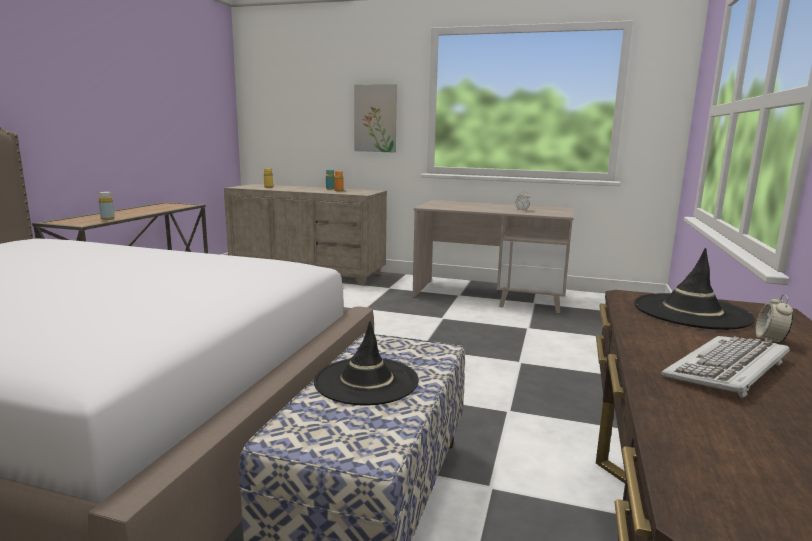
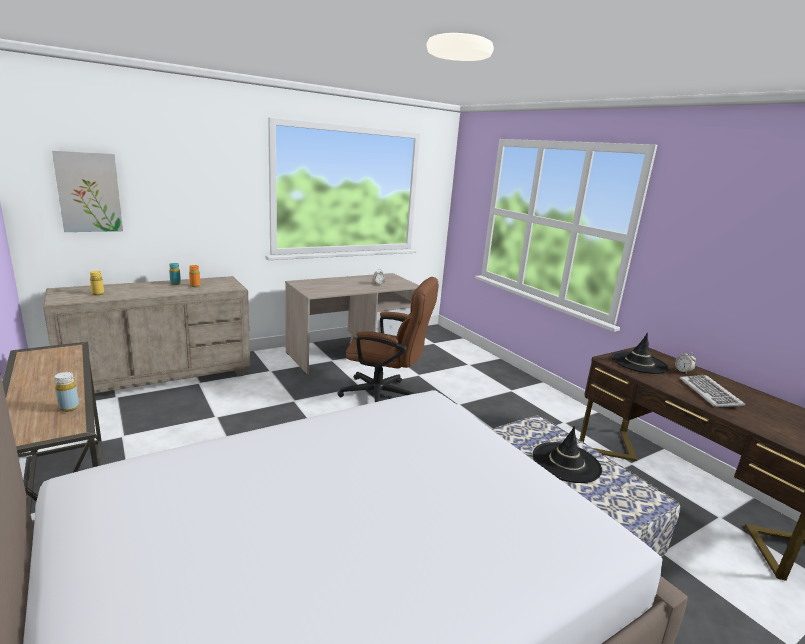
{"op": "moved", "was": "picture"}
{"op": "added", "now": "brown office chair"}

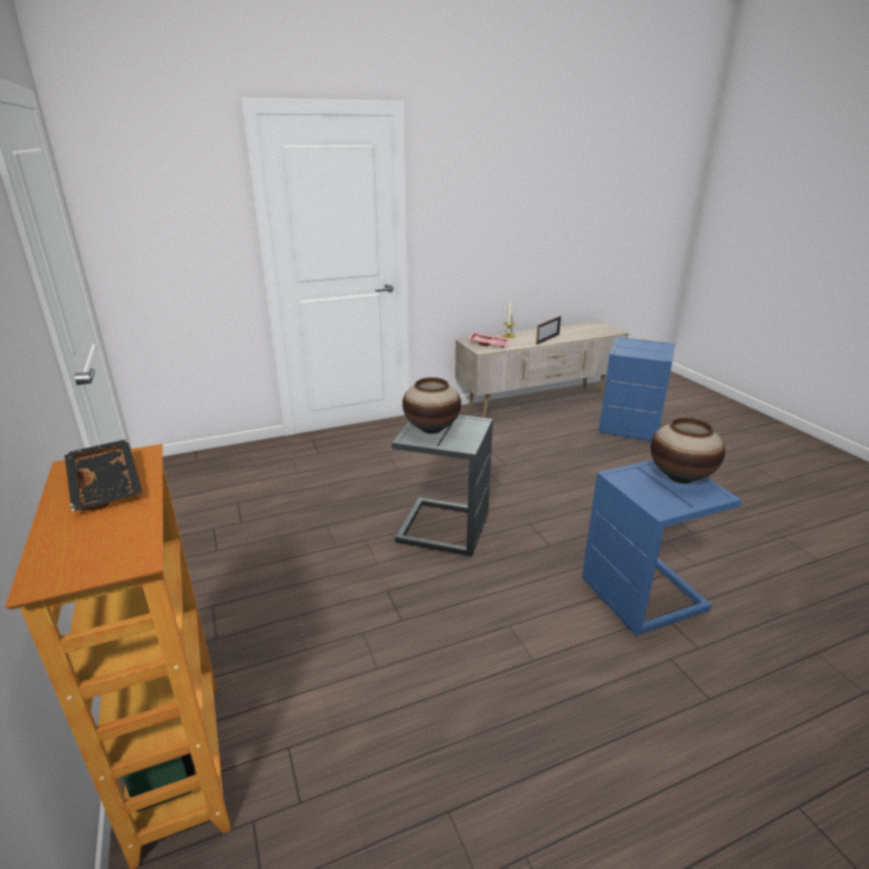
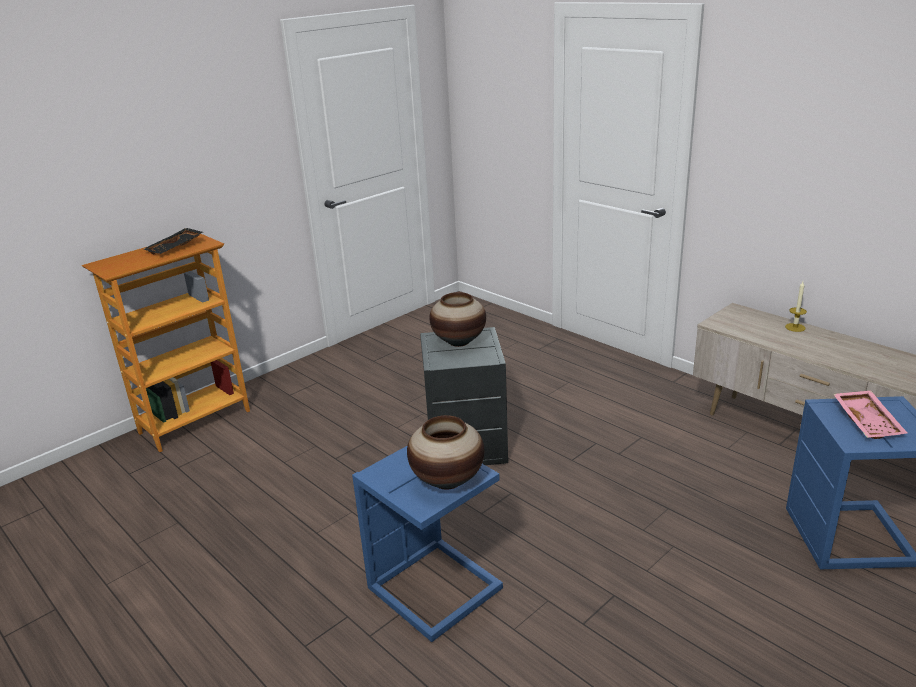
{"op": "moved", "was": "pink tray"}
{"op": "removed", "was": "picture frame"}

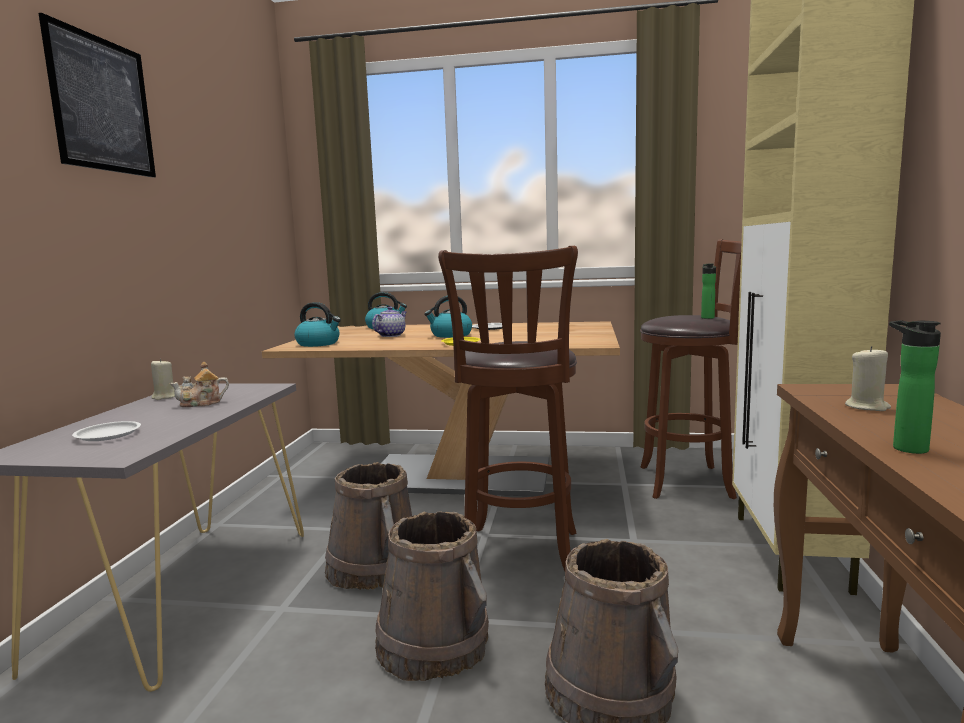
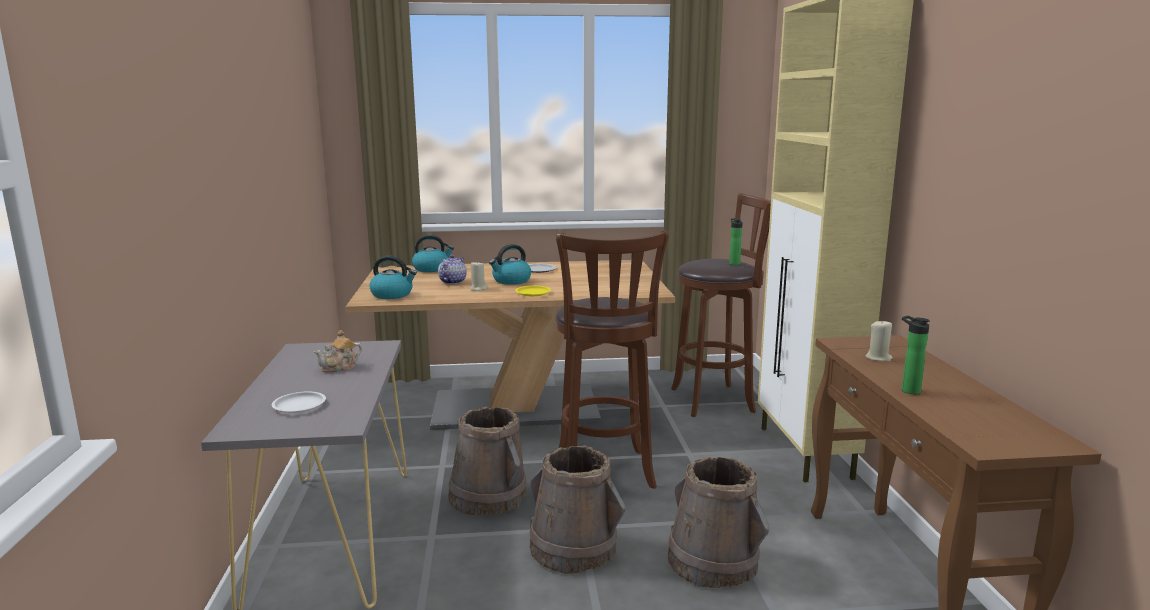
{"op": "moved", "was": "beige candle (1st from left)"}
{"op": "removed", "was": "picture"}

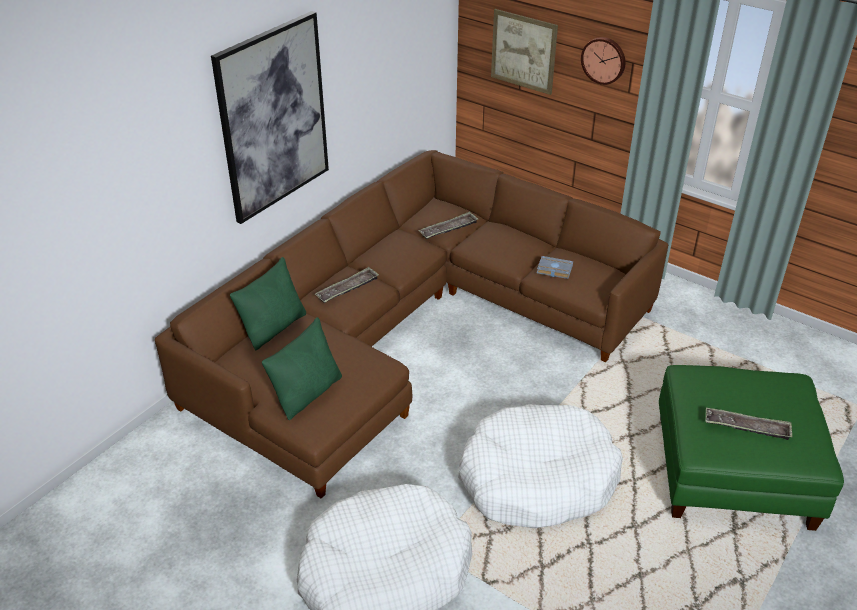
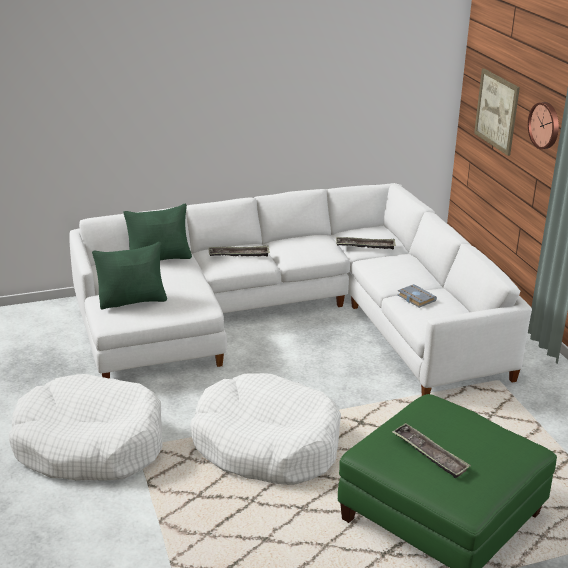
{"op": "recoloured", "was": "brown sofa", "now": "white sofa"}
{"op": "removed", "was": "picture (1st from left)"}

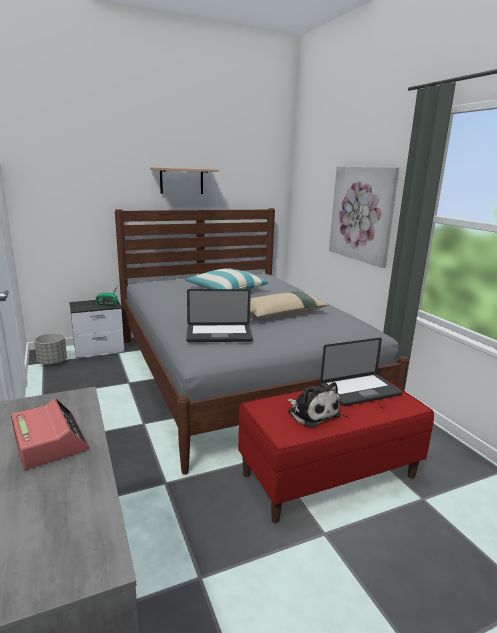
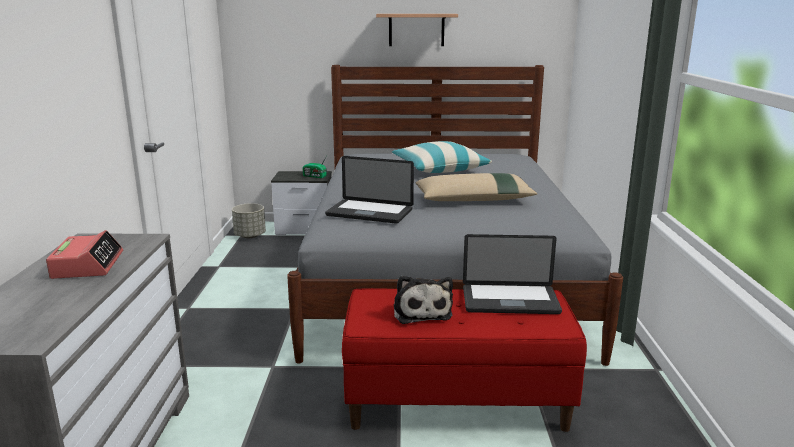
{"op": "removed", "was": "picture"}

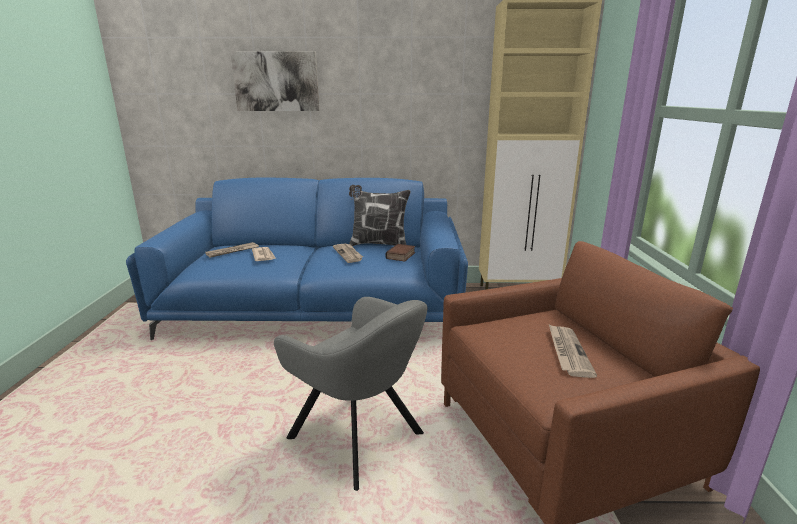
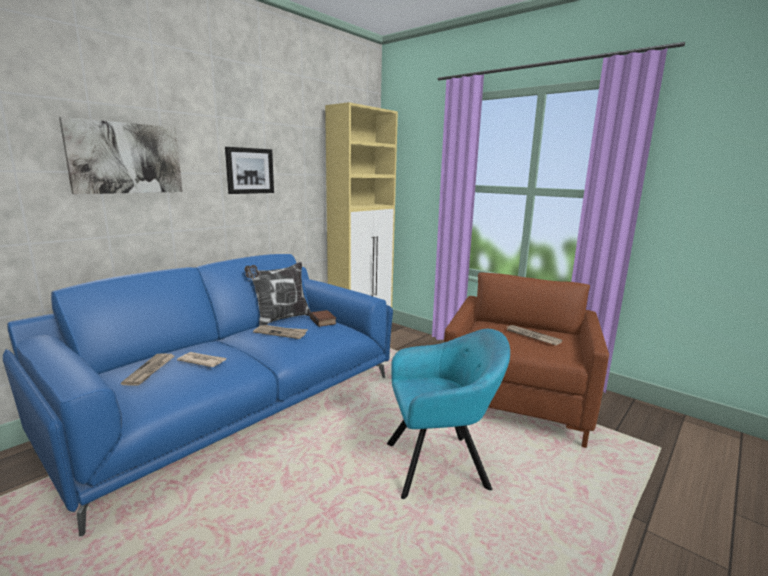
{"op": "added", "now": "picture (2nd from left)"}
{"op": "recoloured", "was": "grey armchair", "now": "turquoise armchair"}

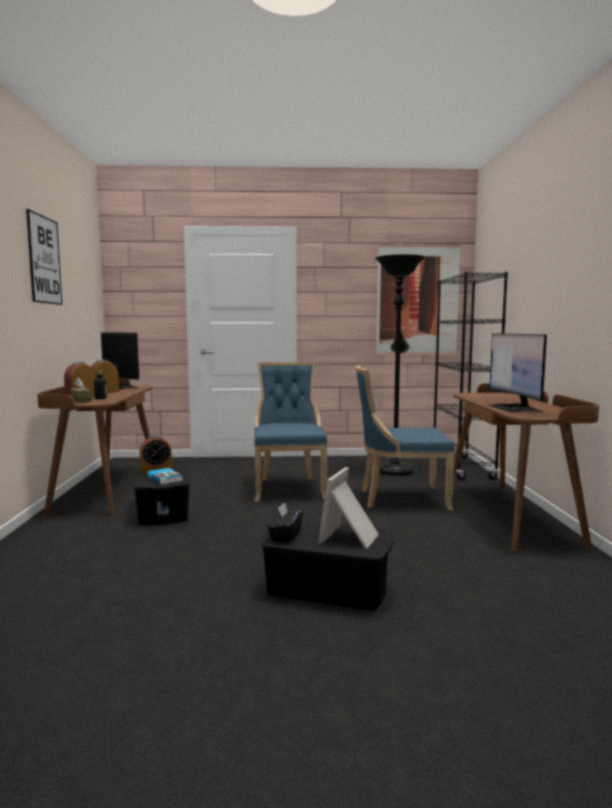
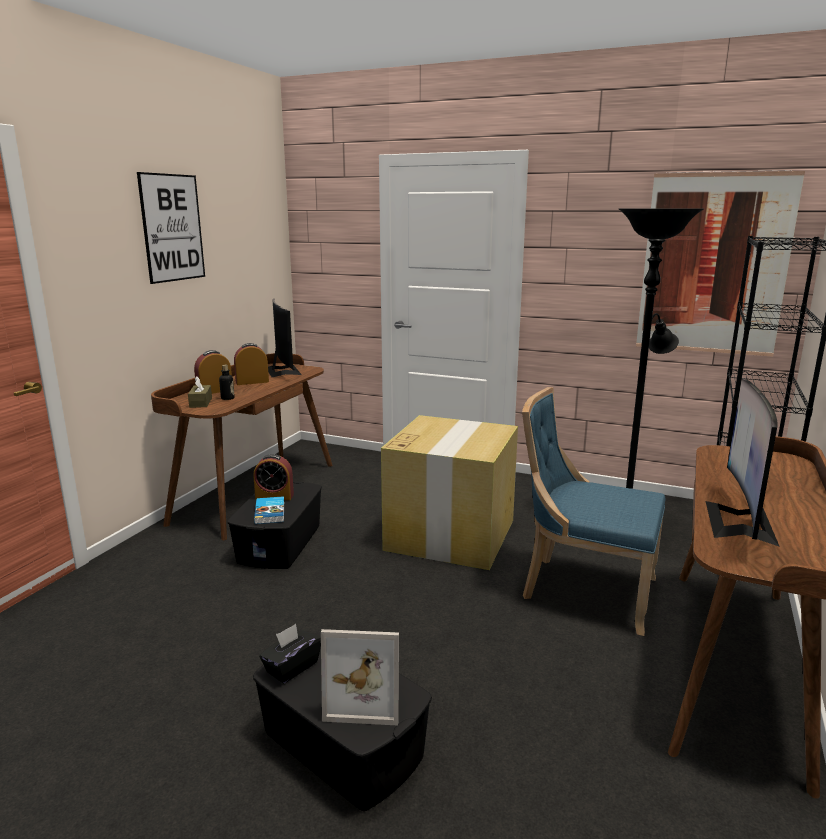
{"op": "turned", "was": "picture frame", "clockwise": -135}
{"op": "replaced", "was": "blue chair (1st from left)", "now": "cardboard box"}

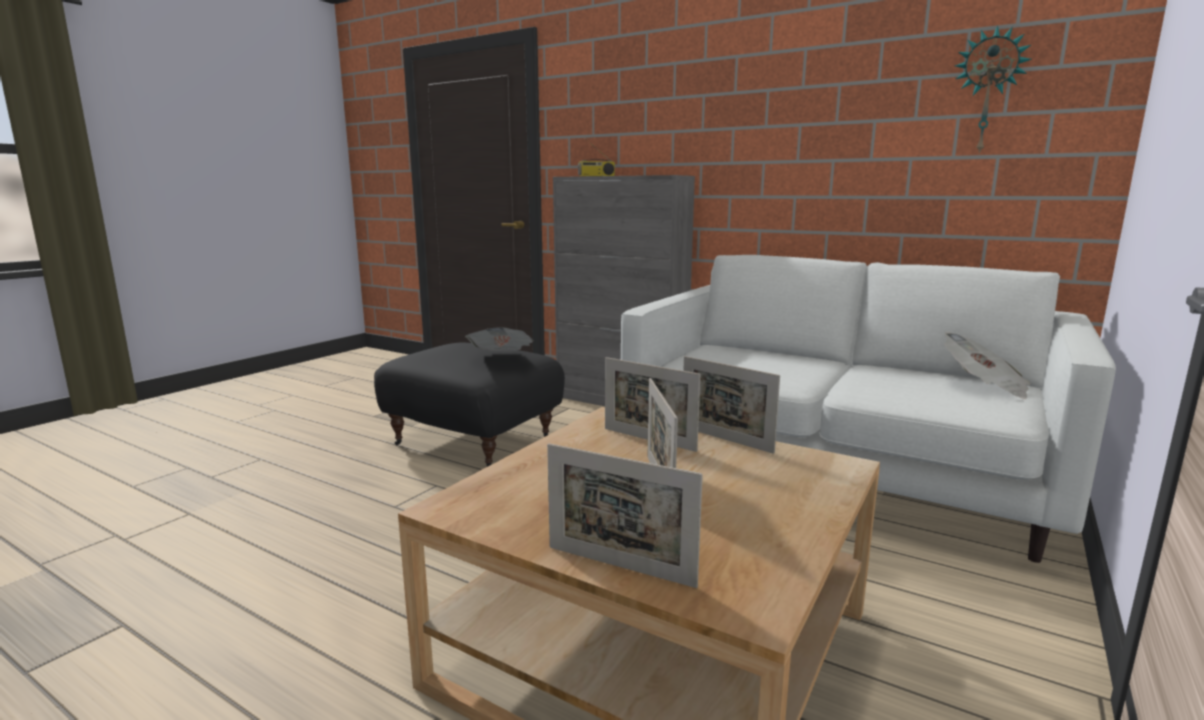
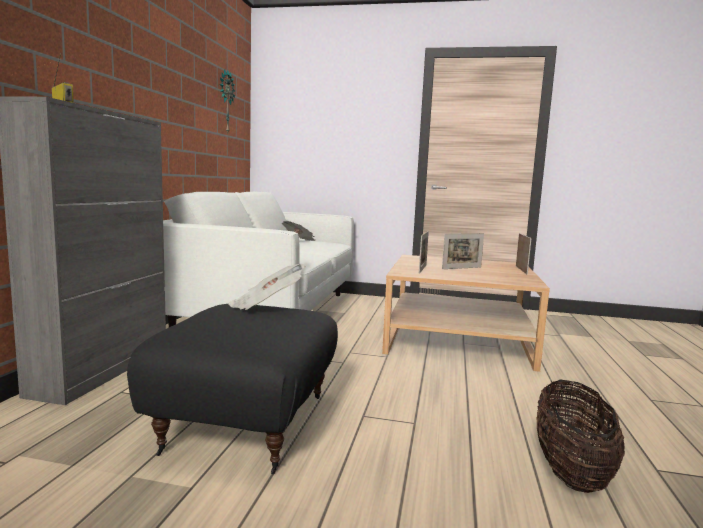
{"op": "added", "now": "basket"}
{"op": "removed", "was": "picture frame (4th from left)"}

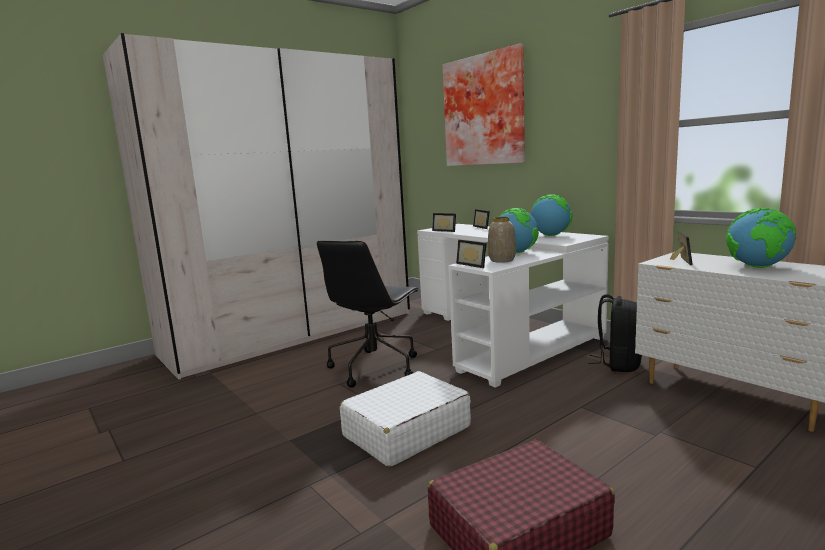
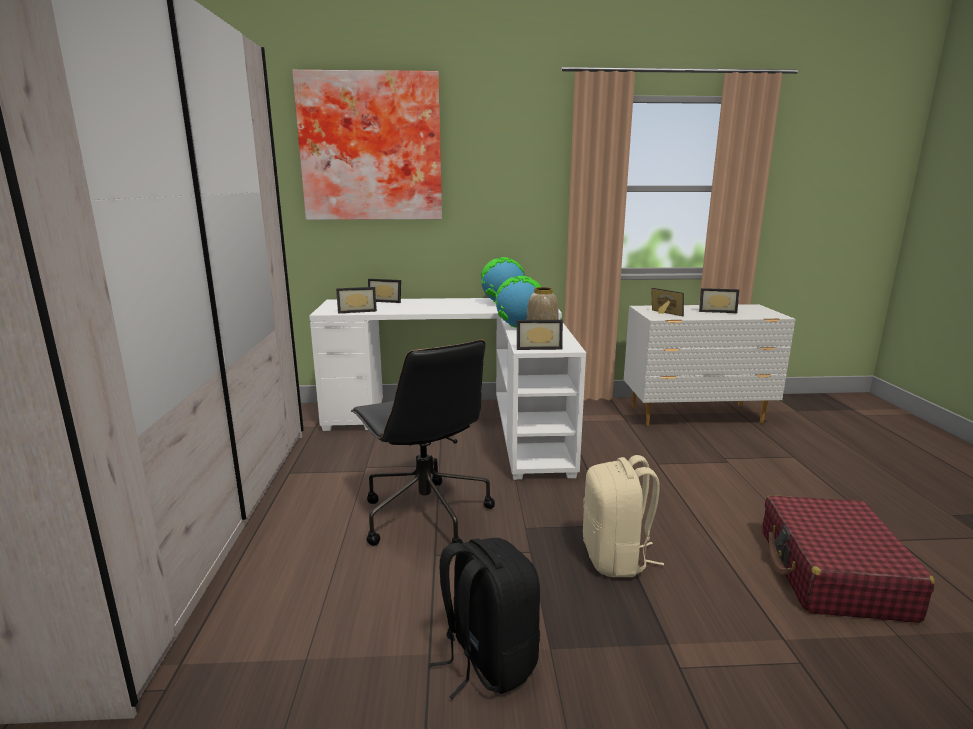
{"op": "moved", "was": "black backpack"}
{"op": "replaced", "was": "white suitcase", "now": "beige backpack"}
{"op": "replaced", "was": "globe (3rd from left)", "now": "picture frame (5th from left)"}

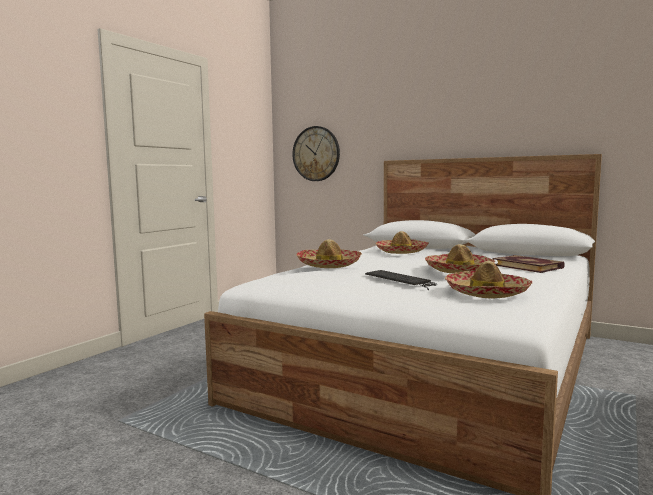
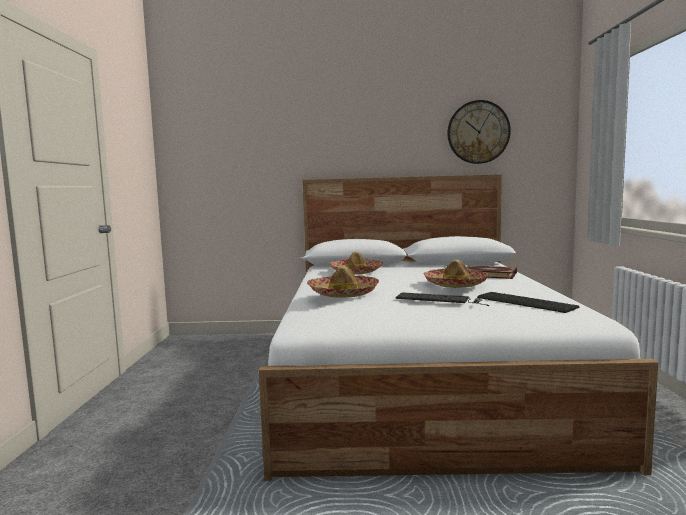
{"op": "moved", "was": "wall clock"}
{"op": "replaced", "was": "hat (4th from left)", "now": "keyboard (2nd from left)"}

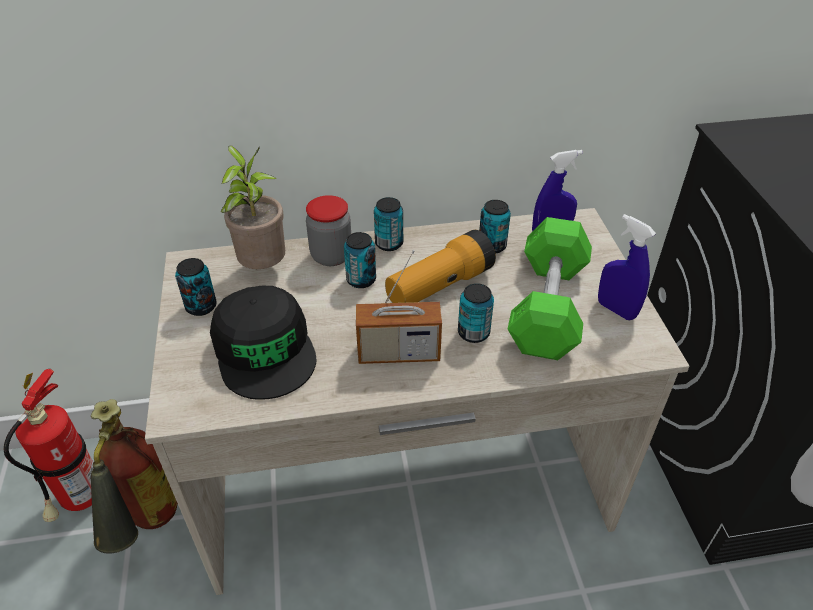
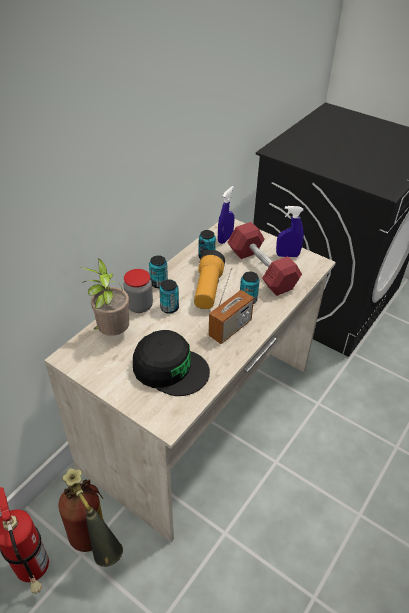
{"op": "recoloured", "was": "green dumbbell", "now": "red dumbbell"}
{"op": "removed", "was": "can (1st from left)"}

